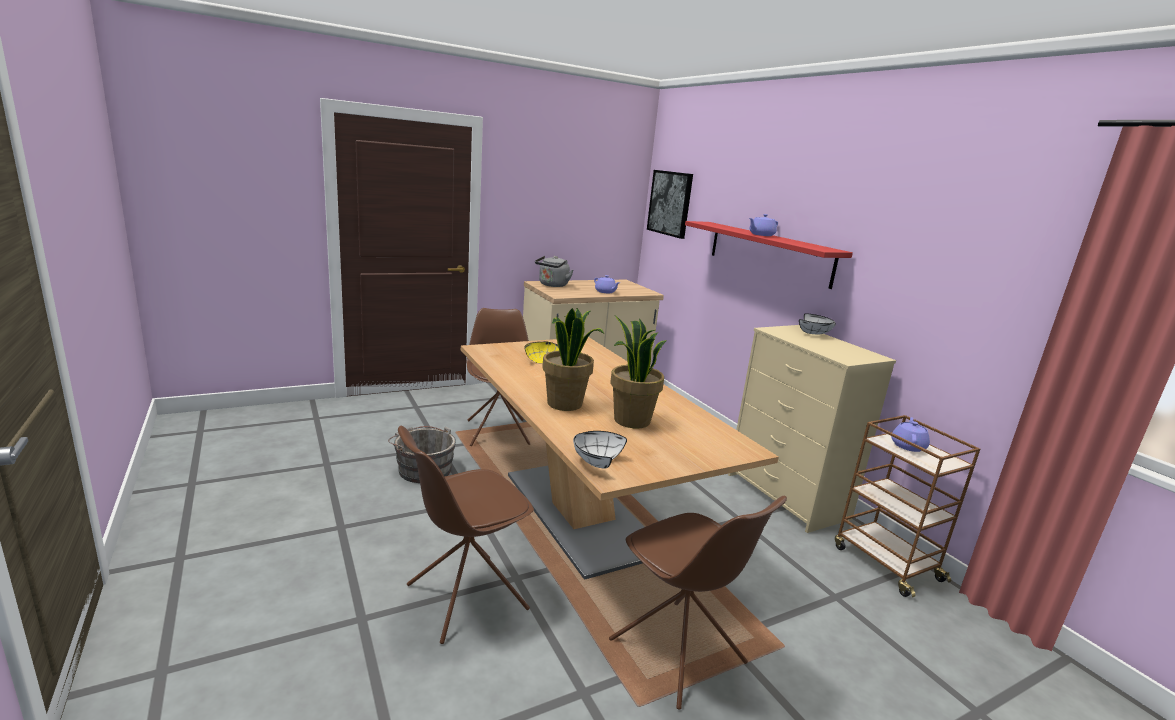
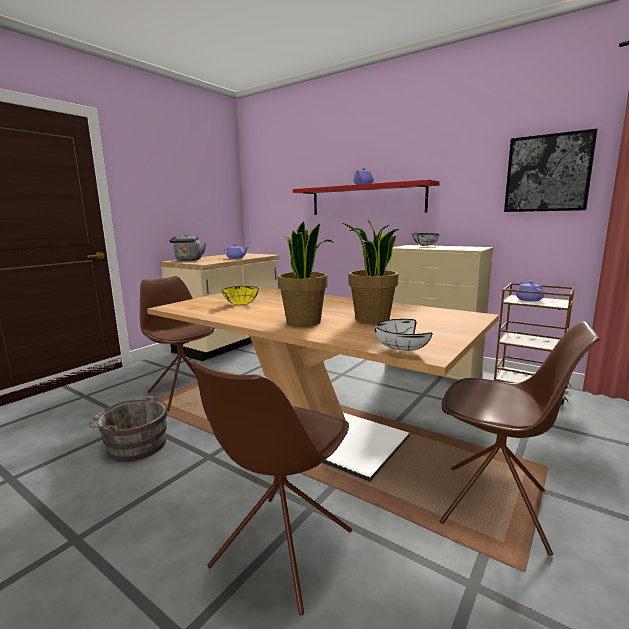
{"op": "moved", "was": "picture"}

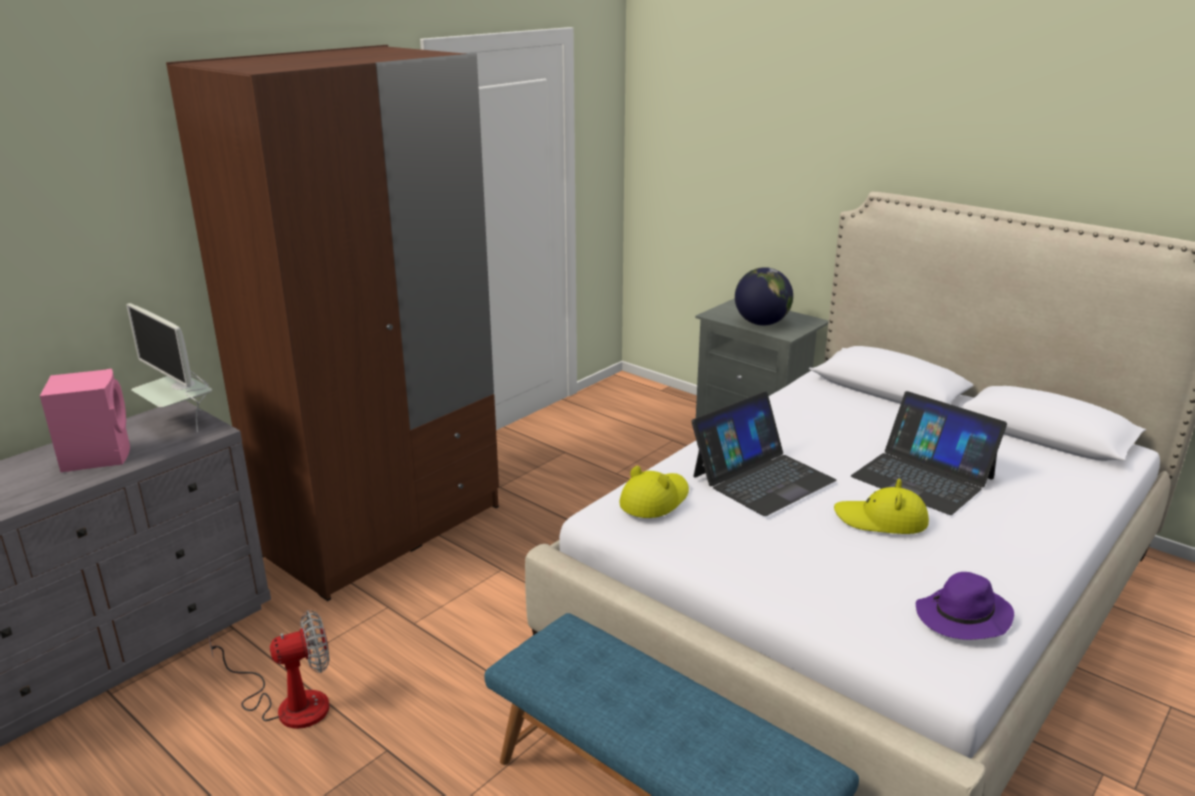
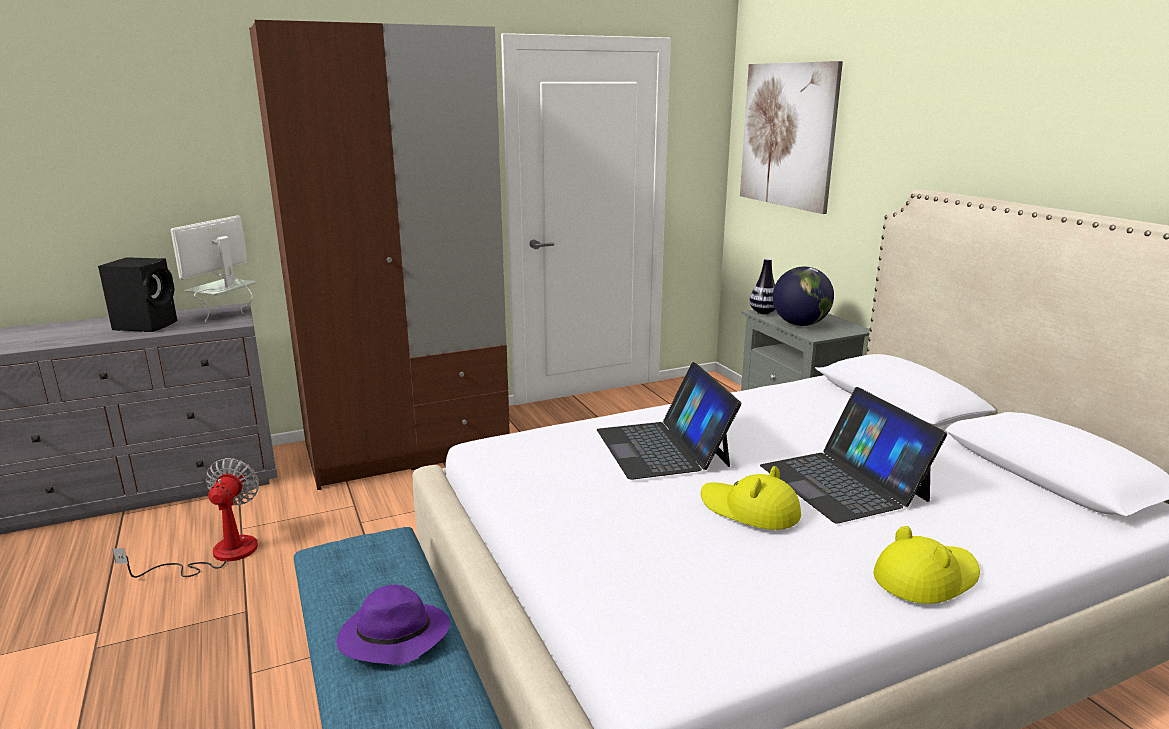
{"op": "recoloured", "was": "pink speaker", "now": "black speaker"}
{"op": "turned", "was": "fan", "clockwise": -90}
{"op": "turned", "was": "monitor", "clockwise": 45}
{"op": "moved", "was": "purple hat"}
{"op": "turned", "was": "laptop (1st from left)", "clockwise": 90}
{"op": "added", "now": "picture"}
{"op": "added", "now": "vase"}
{"op": "moved", "was": "yellow hat (1st from left in the first image)", "now": "yellow hat (2nd from left)"}

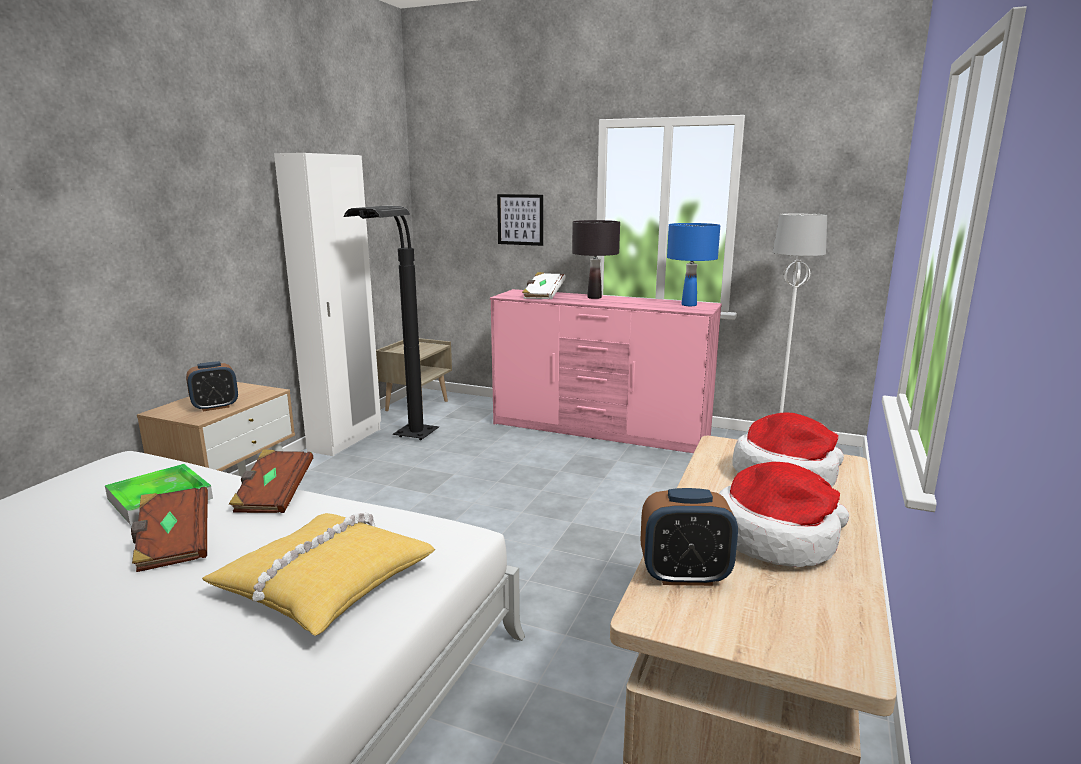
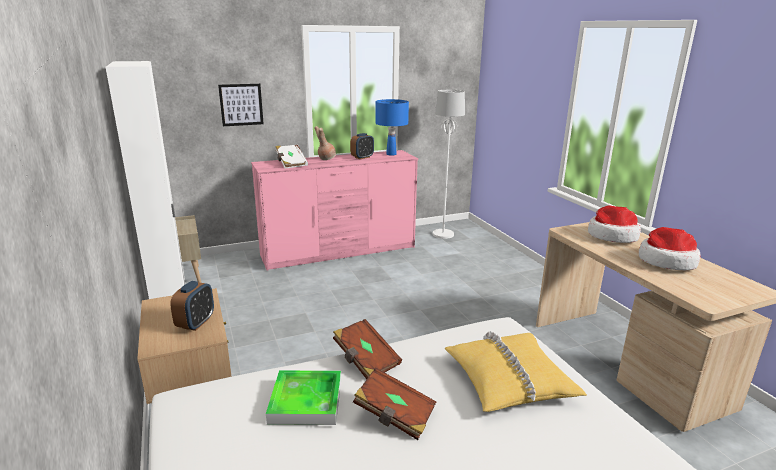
{"op": "replaced", "was": "black table lamp", "now": "brown vase"}
{"op": "moved", "was": "alarm clock (2nd from left)"}
{"op": "removed", "was": "black floor lamp"}

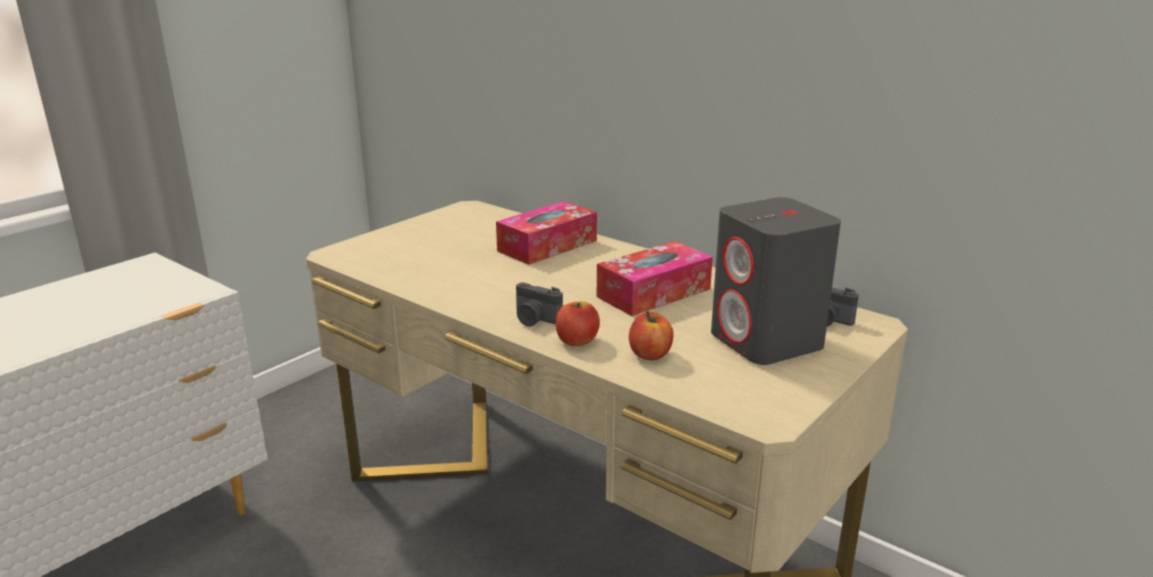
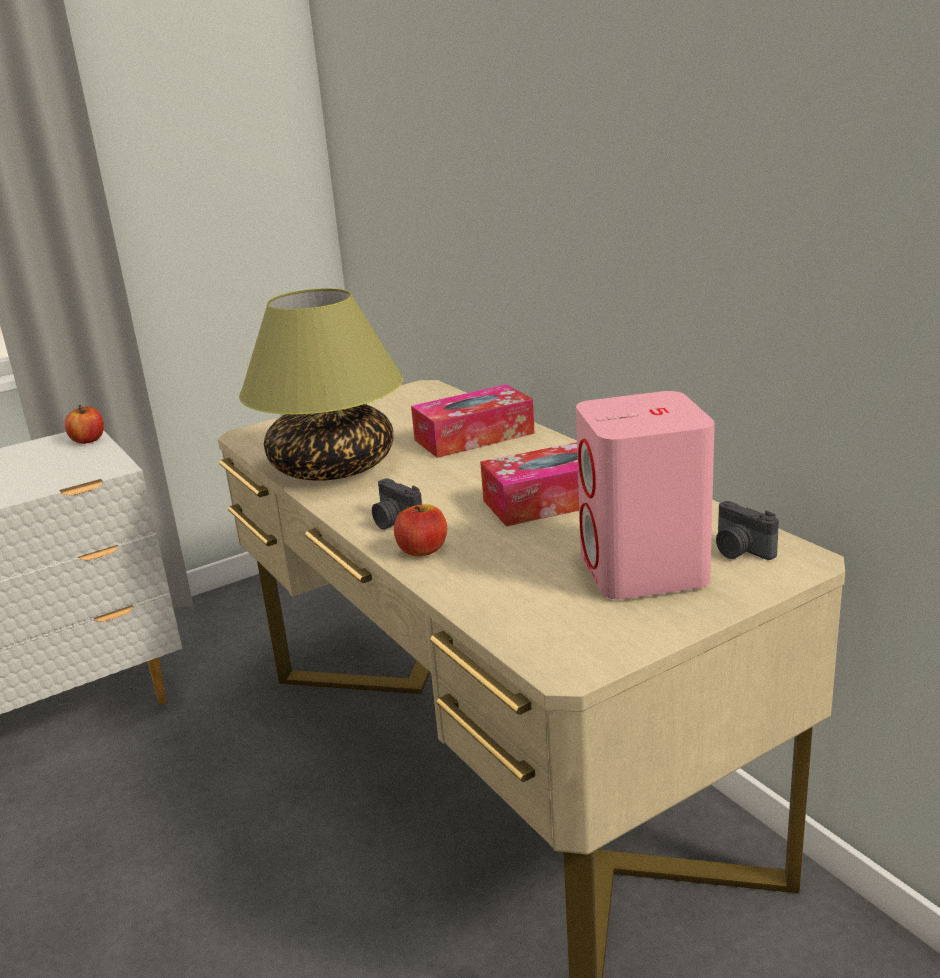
{"op": "moved", "was": "apple (2nd from left in the first image)", "now": "apple (1st from left)"}
{"op": "added", "now": "table lamp"}
{"op": "recoloured", "was": "grey speaker", "now": "pink speaker"}

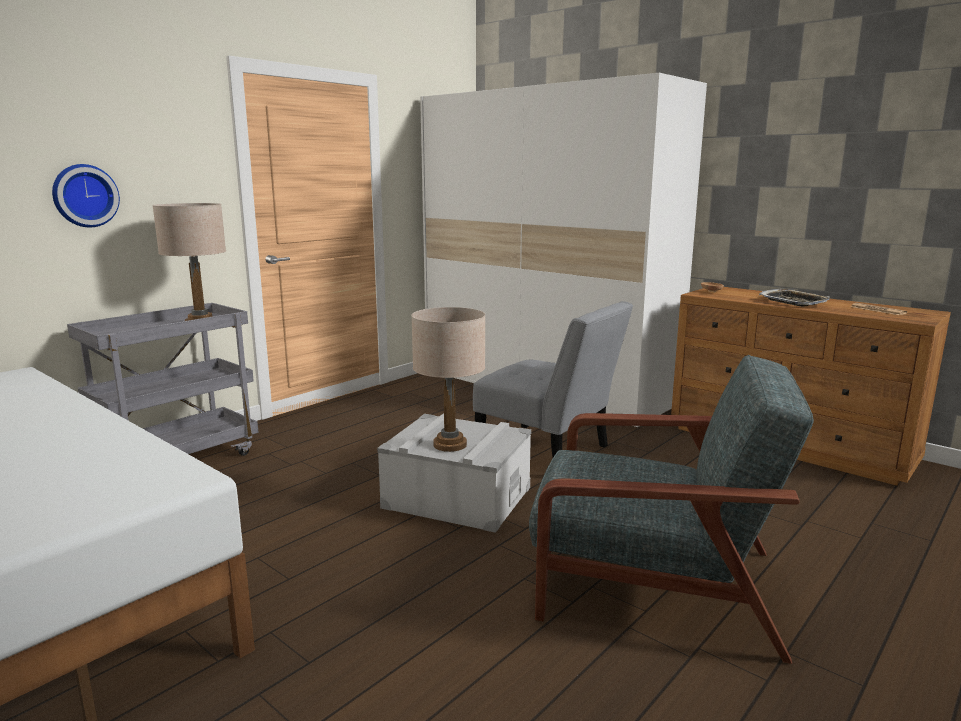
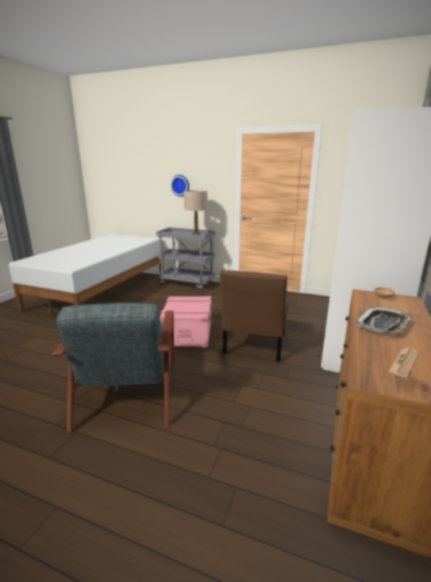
{"op": "recoloured", "was": "grey storage box", "now": "pink storage box"}
{"op": "recoloured", "was": "grey chair", "now": "brown chair"}
{"op": "removed", "was": "beige table lamp (2nd from left)"}

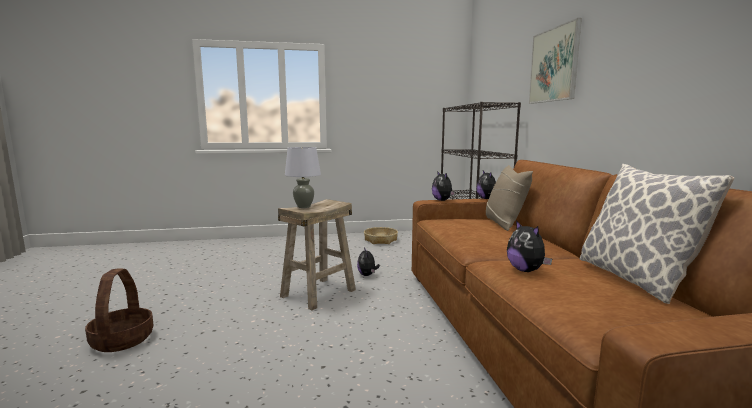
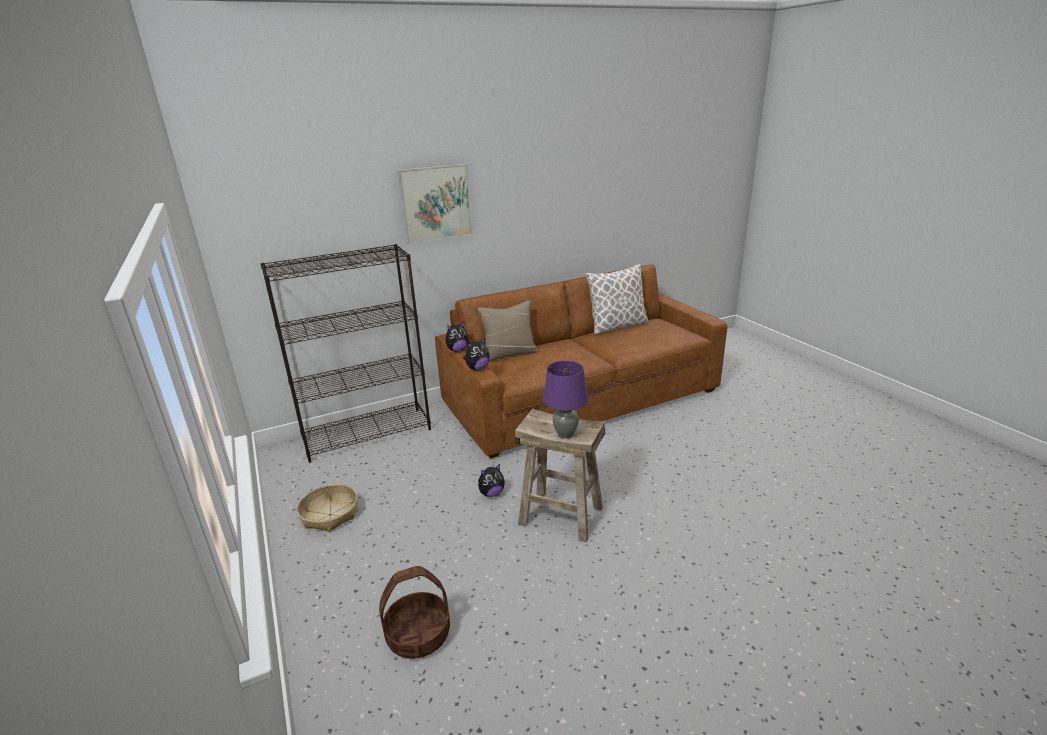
{"op": "moved", "was": "basket (1st from left in the first image)", "now": "basket (2nd from left)"}
{"op": "recoloured", "was": "grey table lamp", "now": "purple table lamp"}
{"op": "removed", "was": "plush toy (4th from left)"}

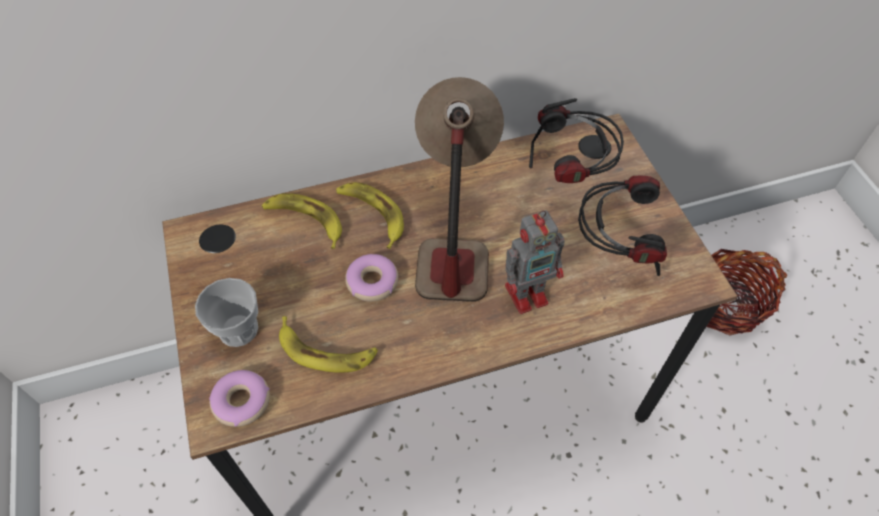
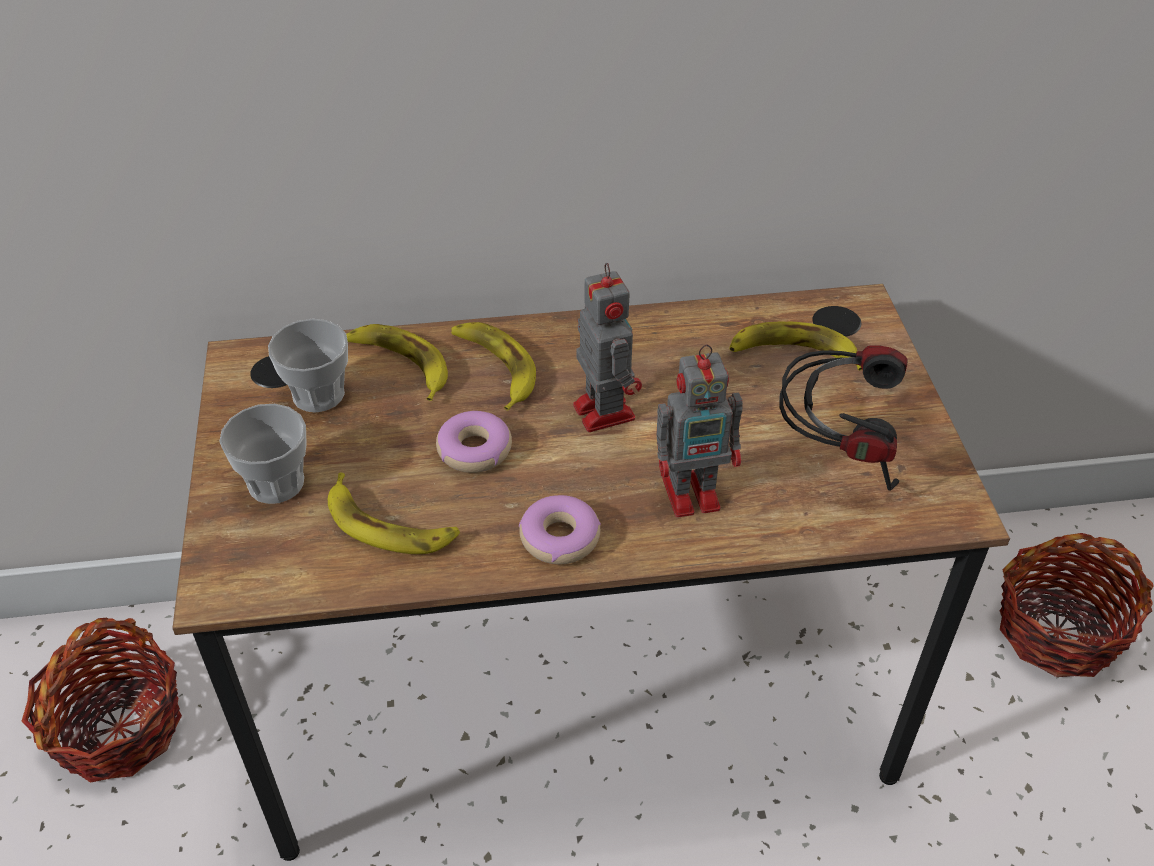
{"op": "added", "now": "basket (1st from left)"}
{"op": "added", "now": "cup (2nd from left)"}
{"op": "moved", "was": "donut (1st from left in the first image)", "now": "donut (2nd from left)"}
{"op": "replaced", "was": "table lamp", "now": "toy robot (1st from left)"}
{"op": "replaced", "was": "headphones (1st from left)", "now": "banana (4th from left)"}

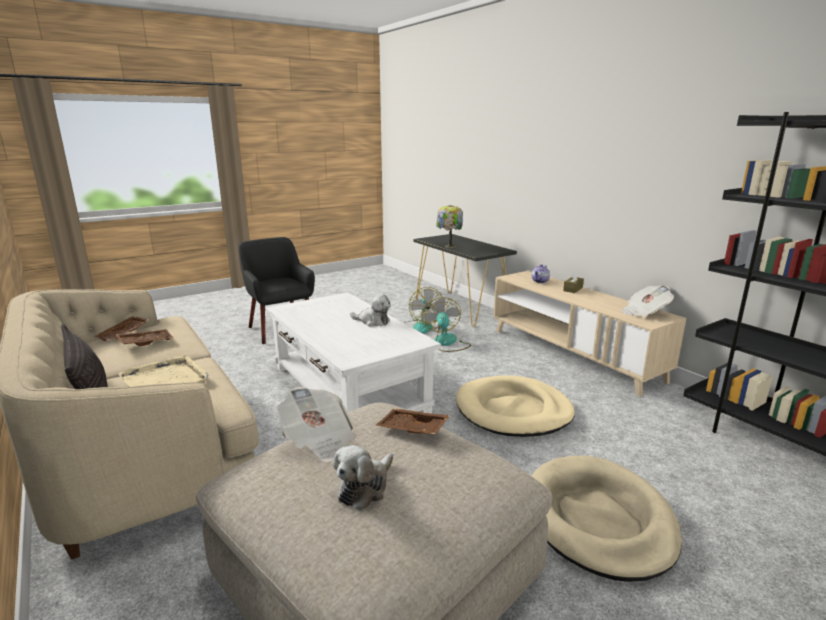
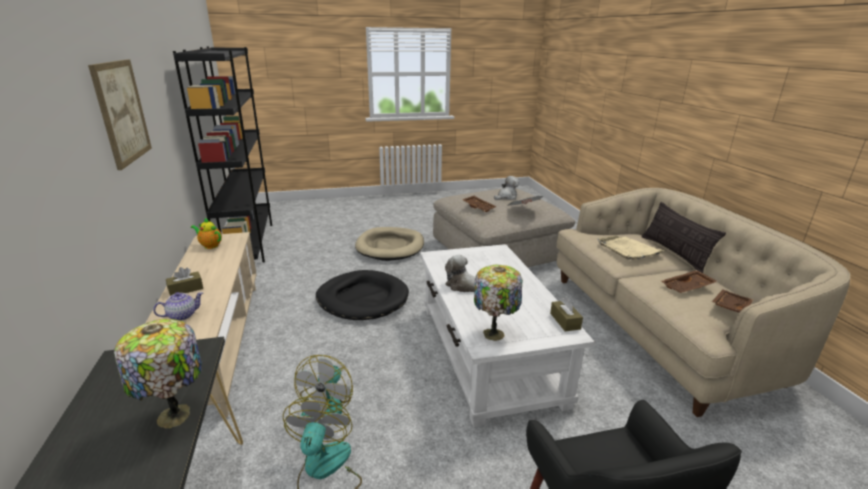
{"op": "added", "now": "picture"}
{"op": "replaced", "was": "newspaper (2nd from left)", "now": "teapot (2nd from left)"}
{"op": "recoloured", "was": "beige dog bed (1st from left)", "now": "black dog bed"}
{"op": "added", "now": "table lamp (2nd from left)"}
{"op": "added", "now": "brown tissue box (2nd from left)"}

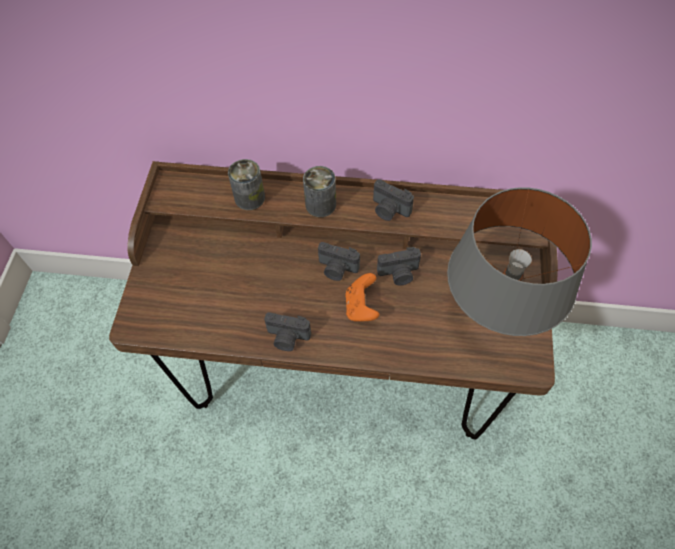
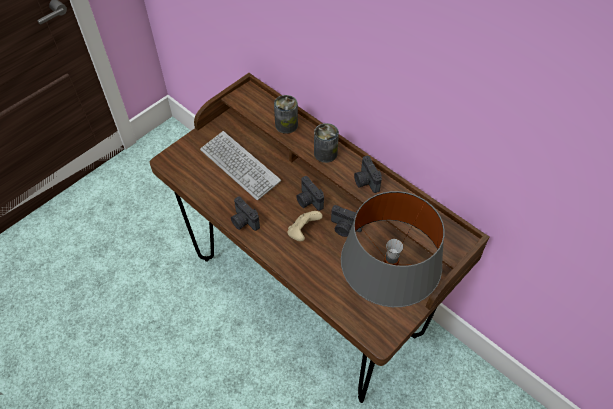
{"op": "added", "now": "keyboard"}
{"op": "recoloured", "was": "orange game controller", "now": "beige game controller"}

